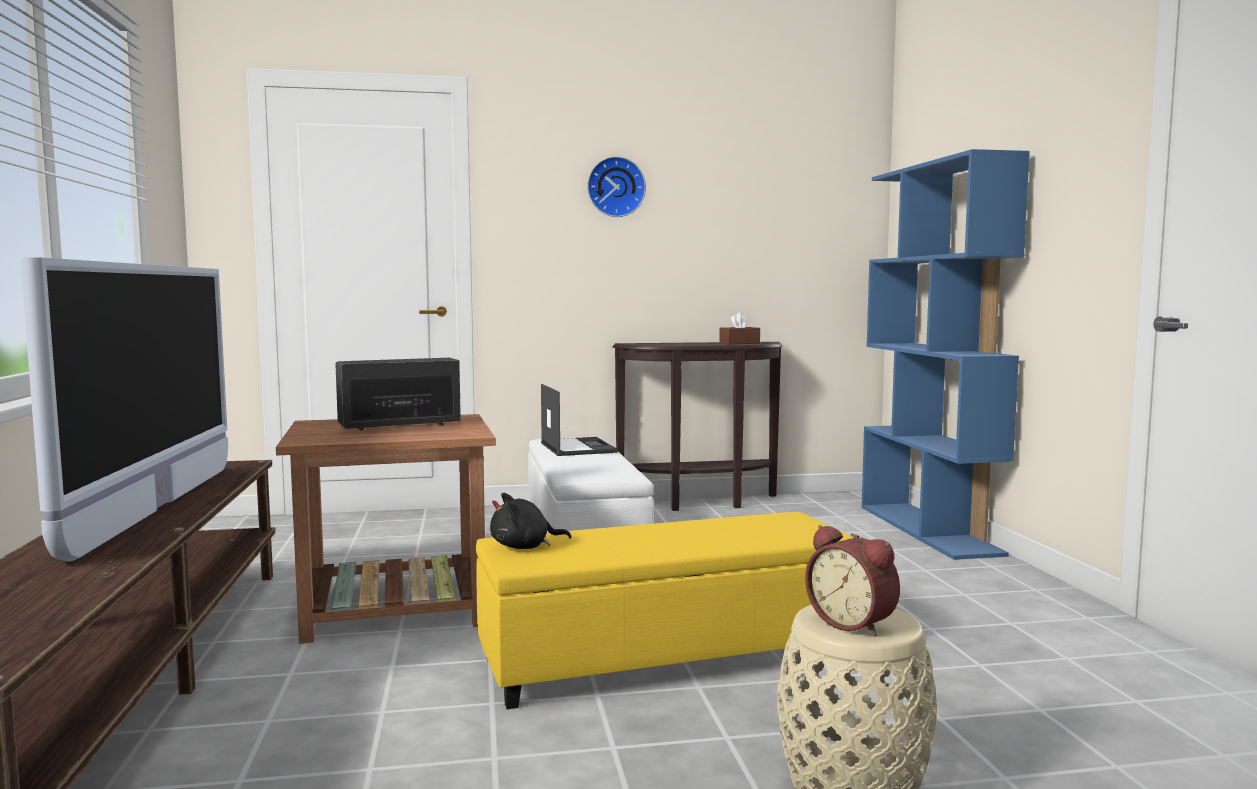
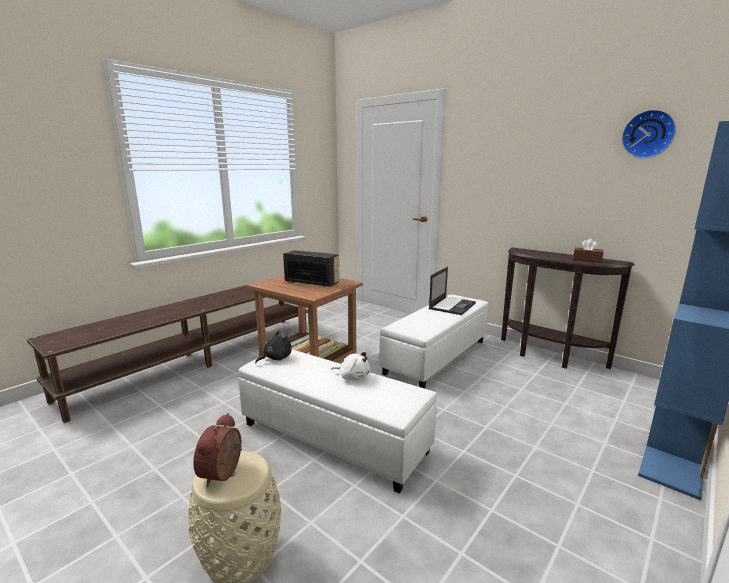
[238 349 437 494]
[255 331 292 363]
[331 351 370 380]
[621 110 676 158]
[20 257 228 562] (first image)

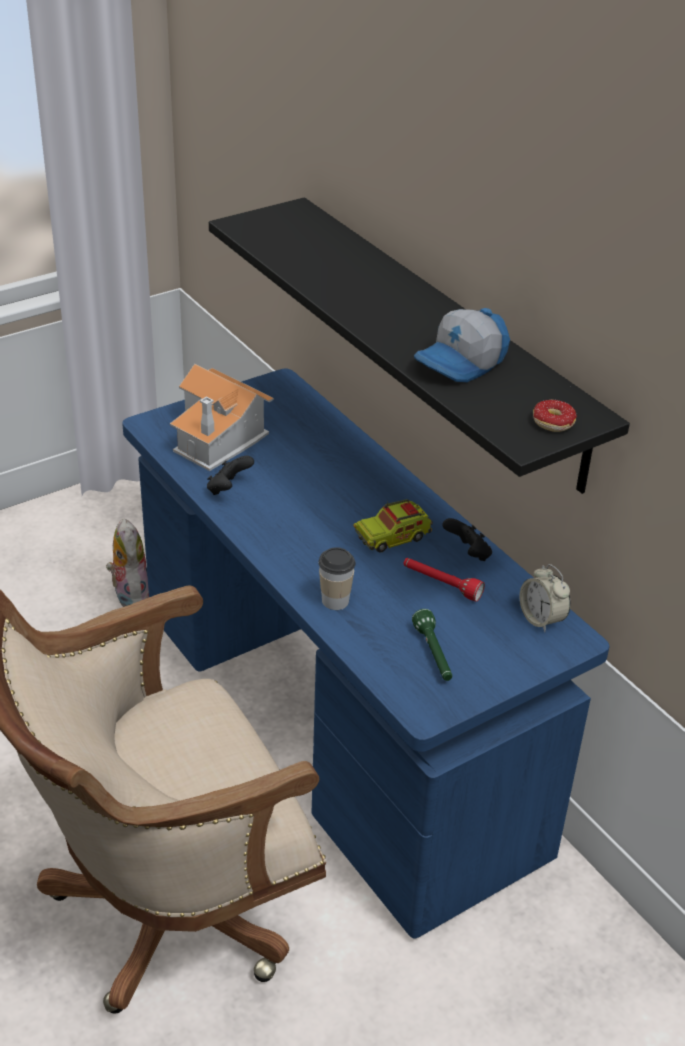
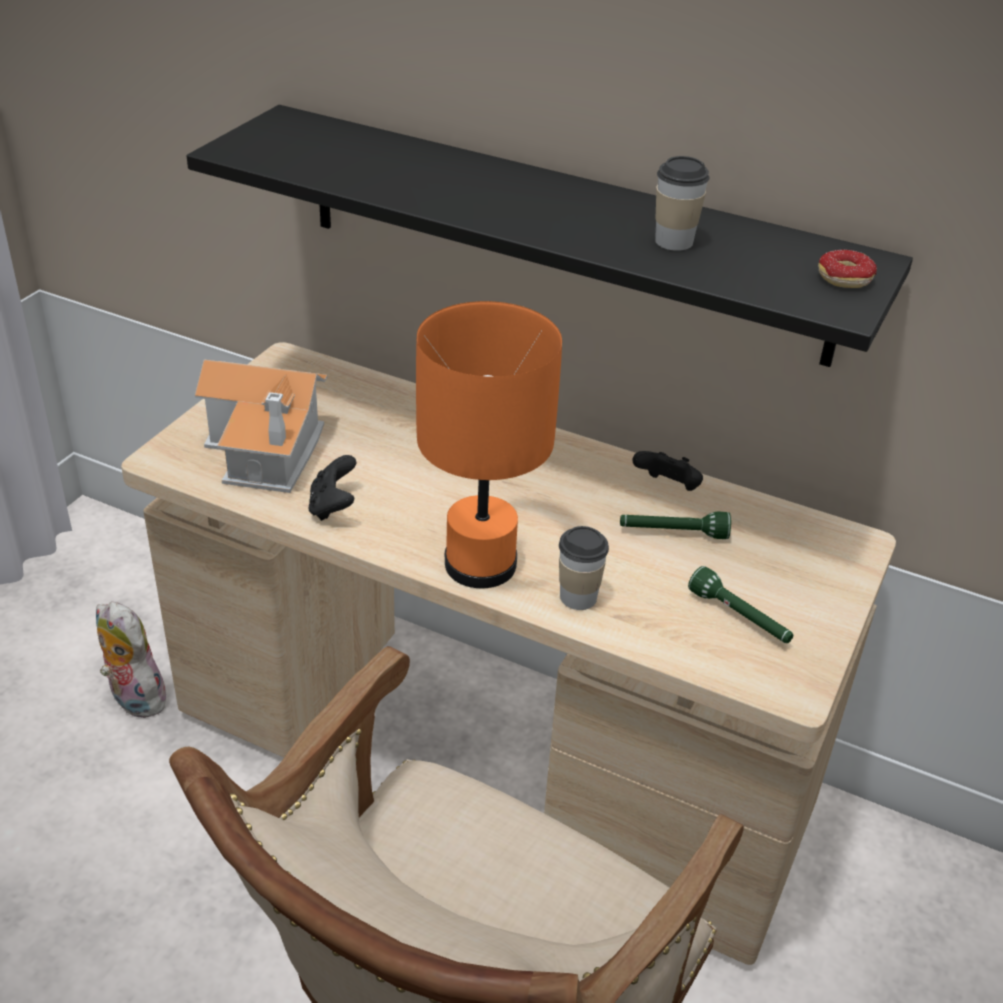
[121 342 896 965]
[416 301 562 589]
[620 512 731 539]
[655 156 709 251]
[354 499 433 553] (first image)
[520 564 571 632] (first image)

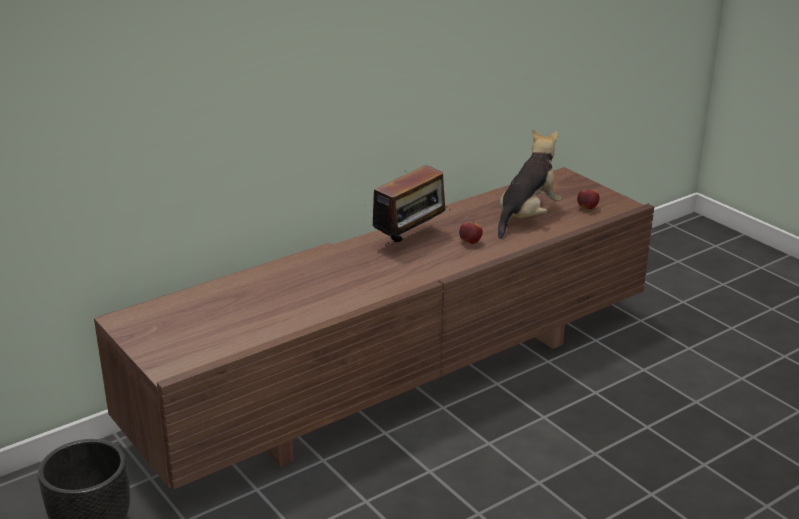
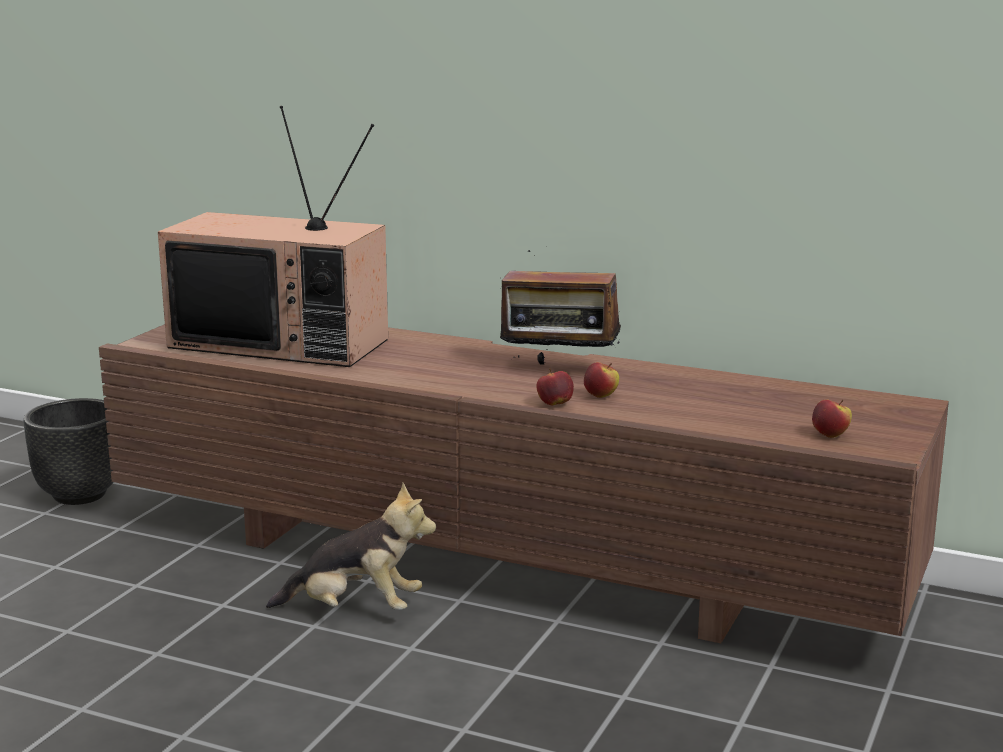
[158 106 388 367]
[266 483 436 610]
[536 368 574 405]

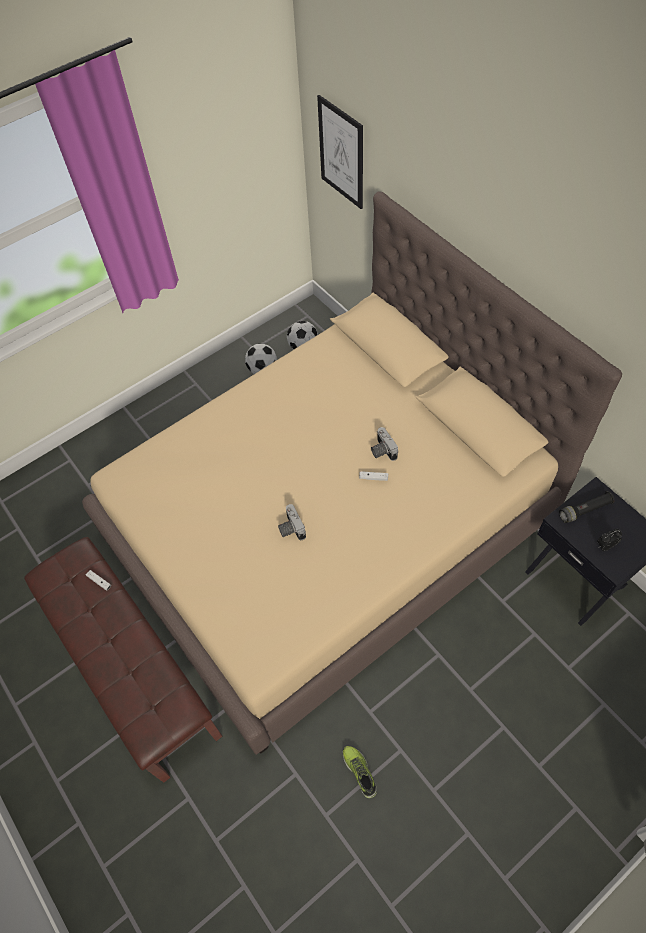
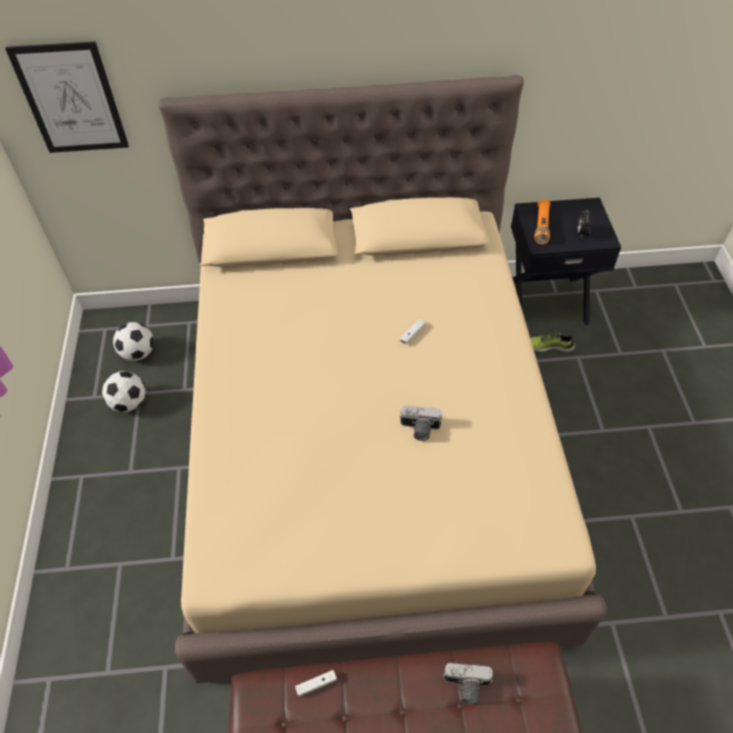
[443 663 493 704]
[530 332 575 352]
[535 199 550 244]

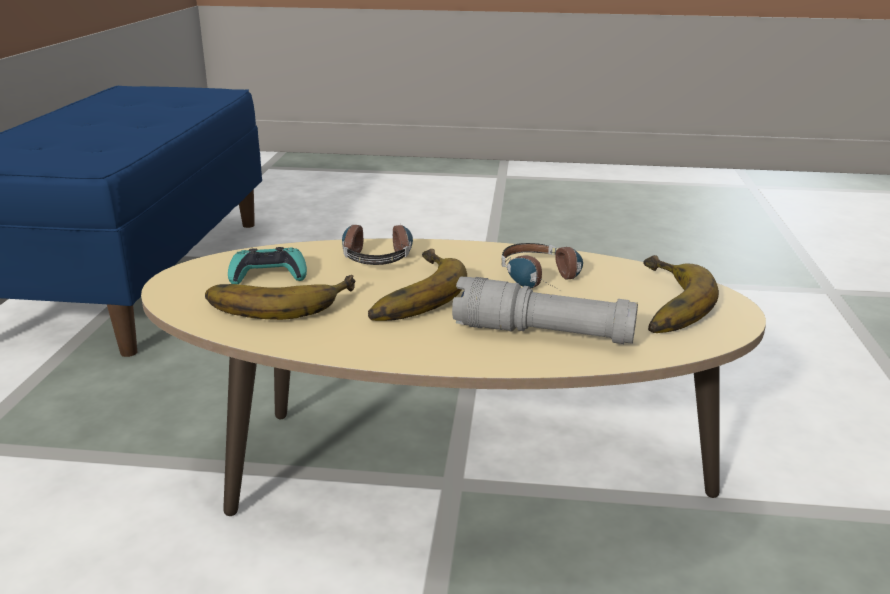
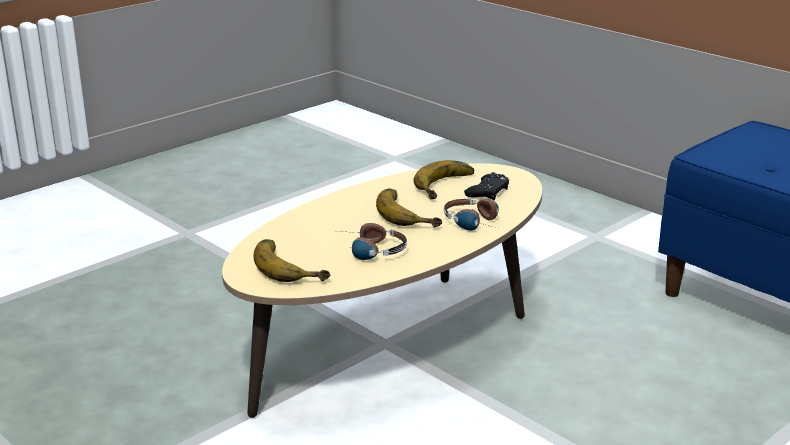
[464 172 509 200]
[452 277 638 344] (first image)

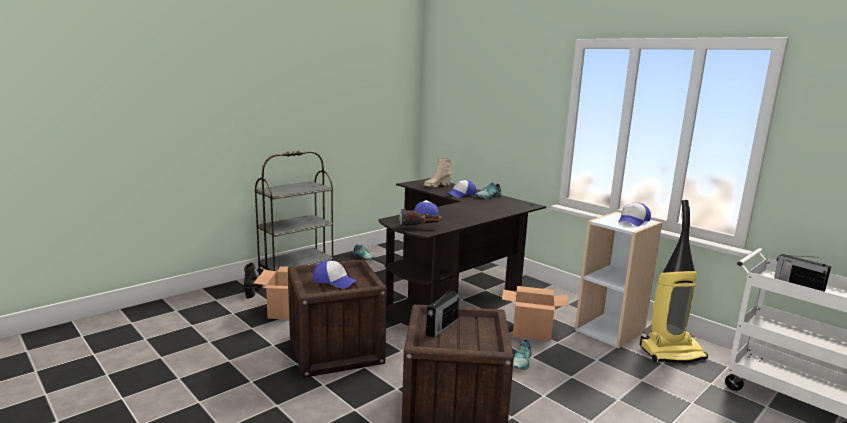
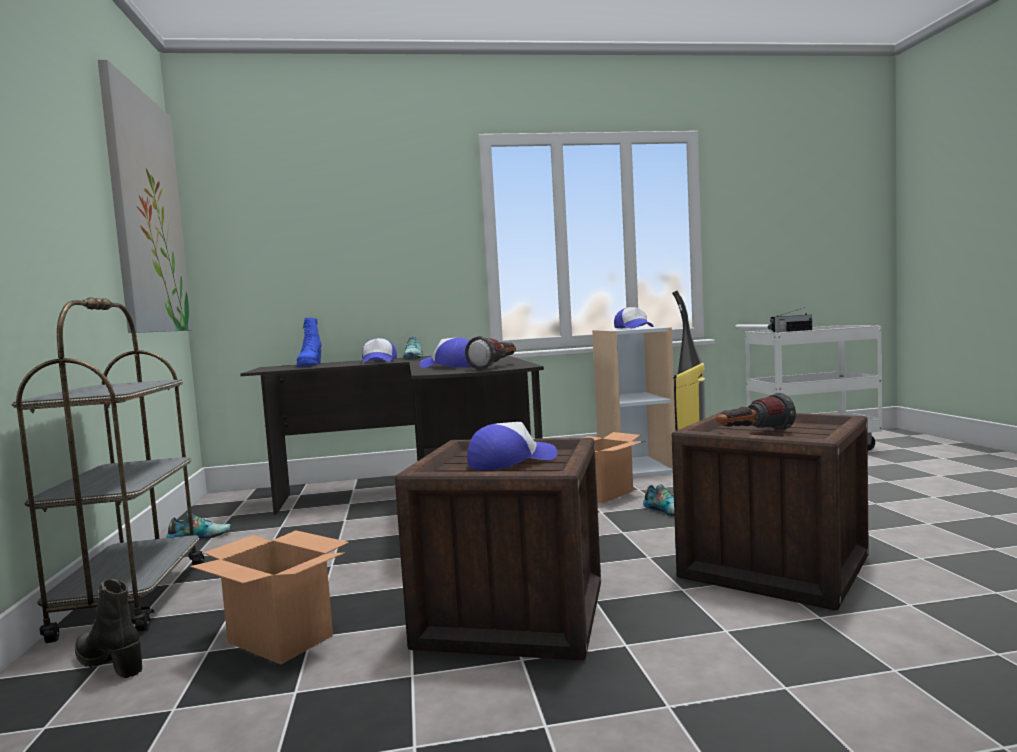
[98 60 193 333]
[297 317 322 367]
[716 393 796 431]

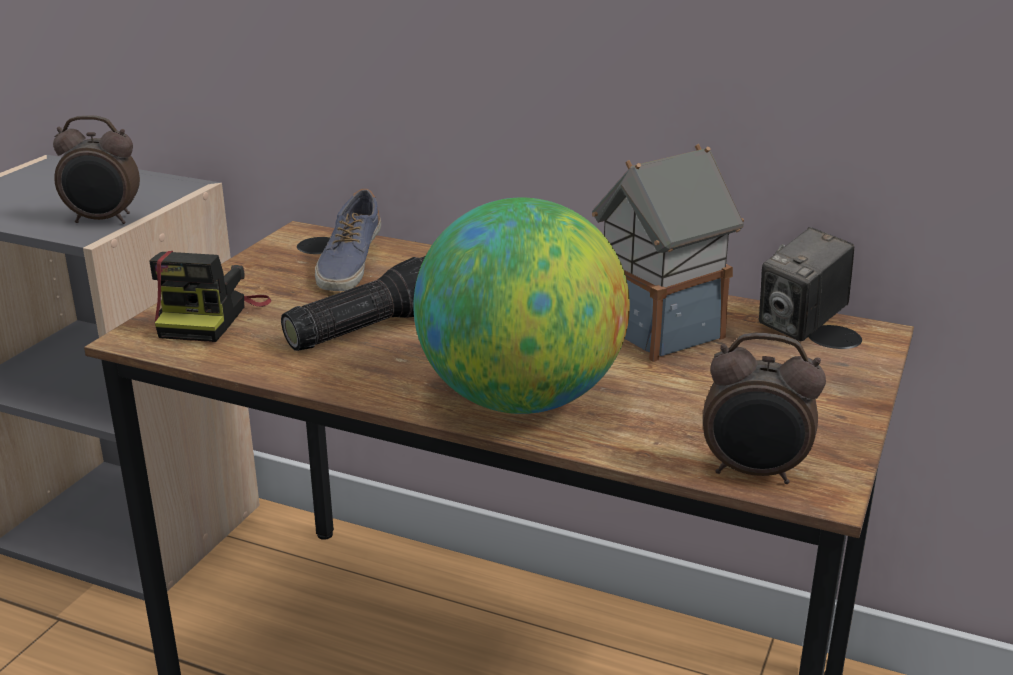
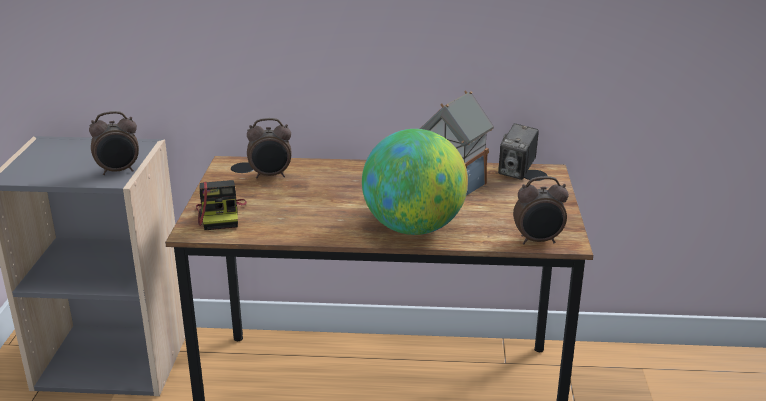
[247 118 292 178]
[281 256 425 351] (first image)

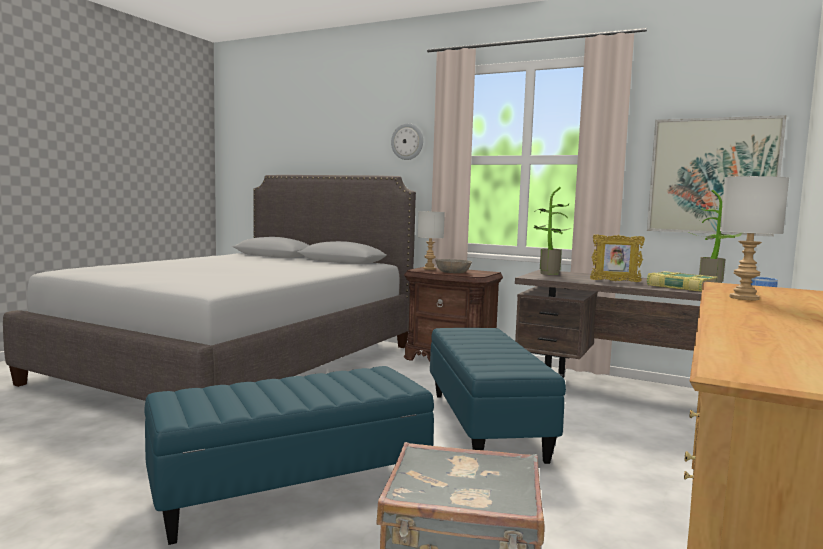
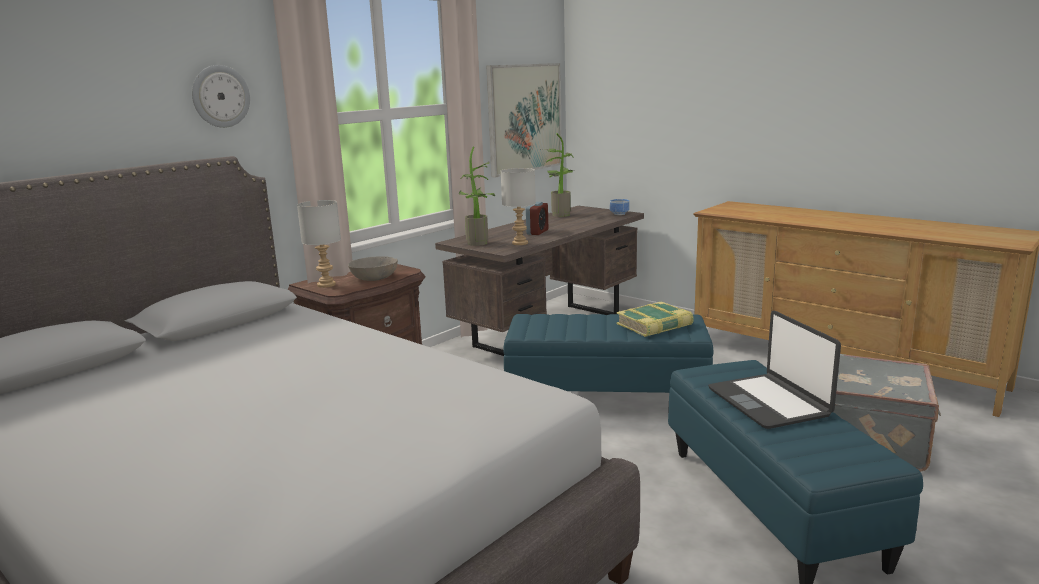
[501 168 536 245]
[526 202 548 235]
[617 301 694 337]
[708 311 841 429]

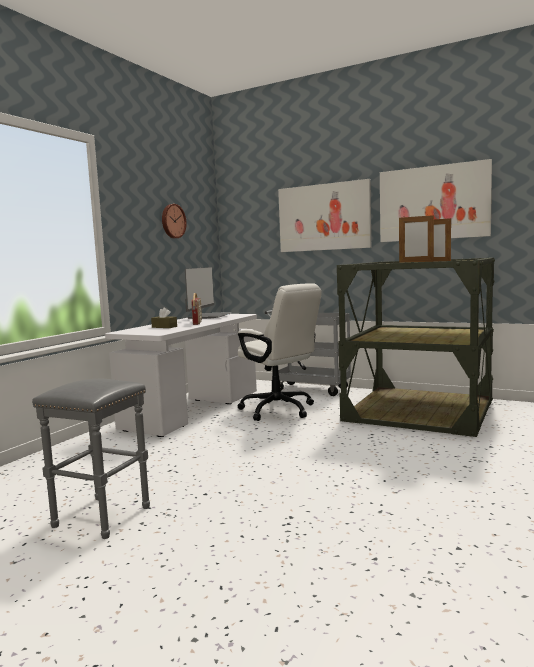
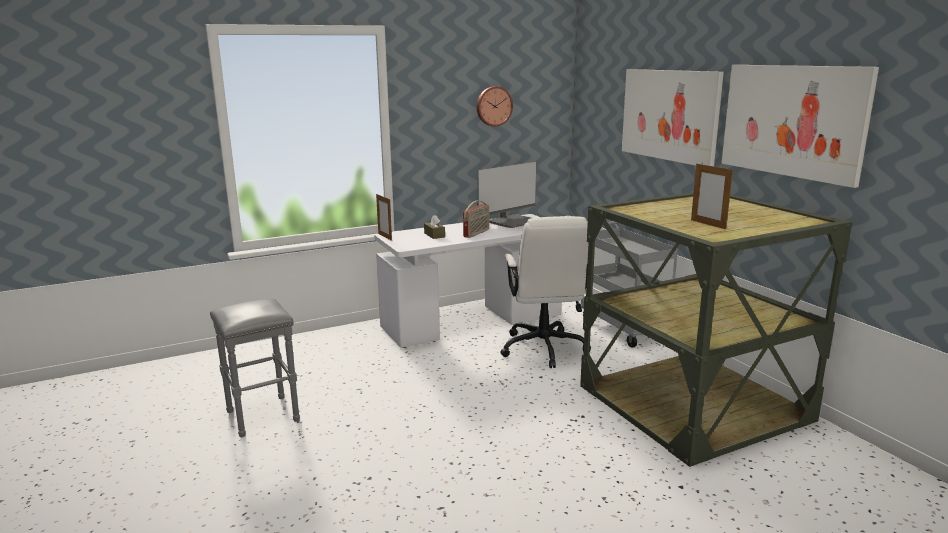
[376 194 392 241]

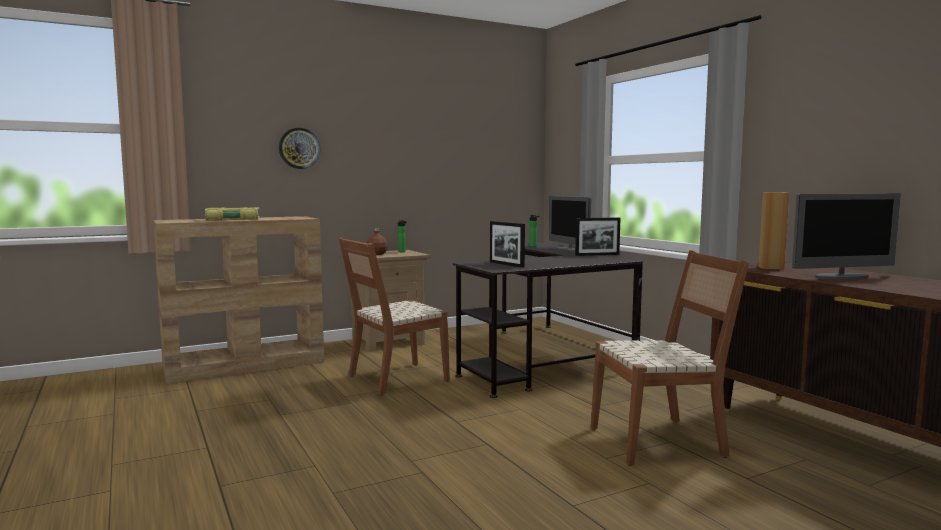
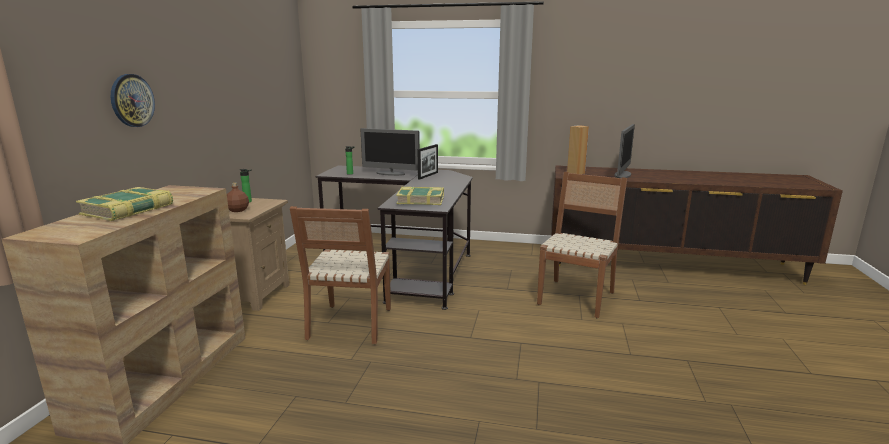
[396 187 444 205]

